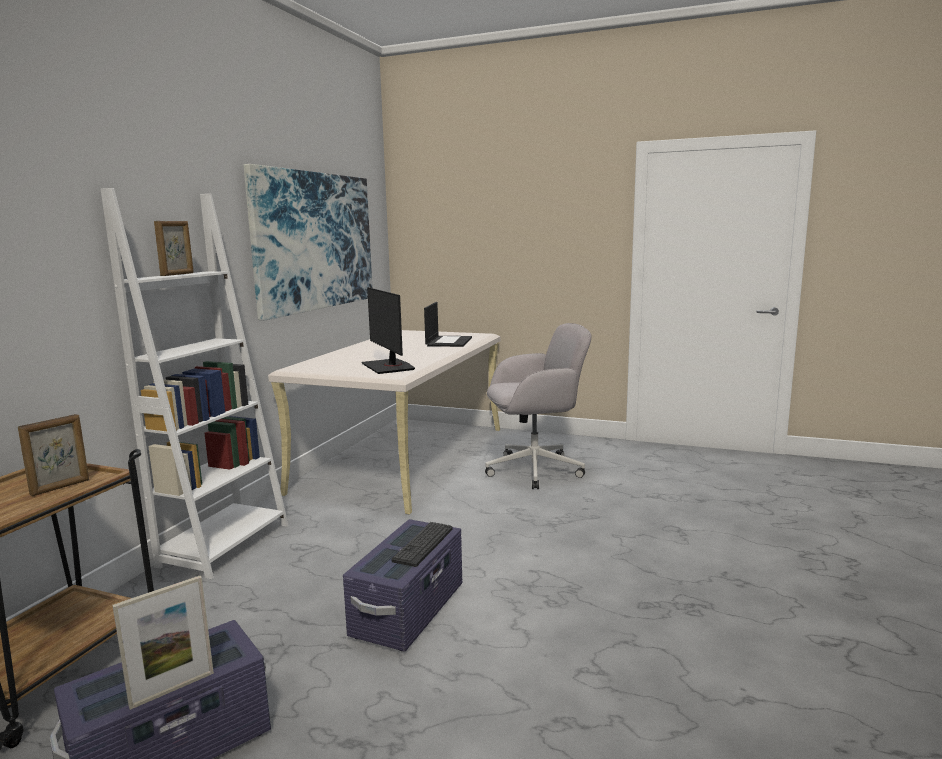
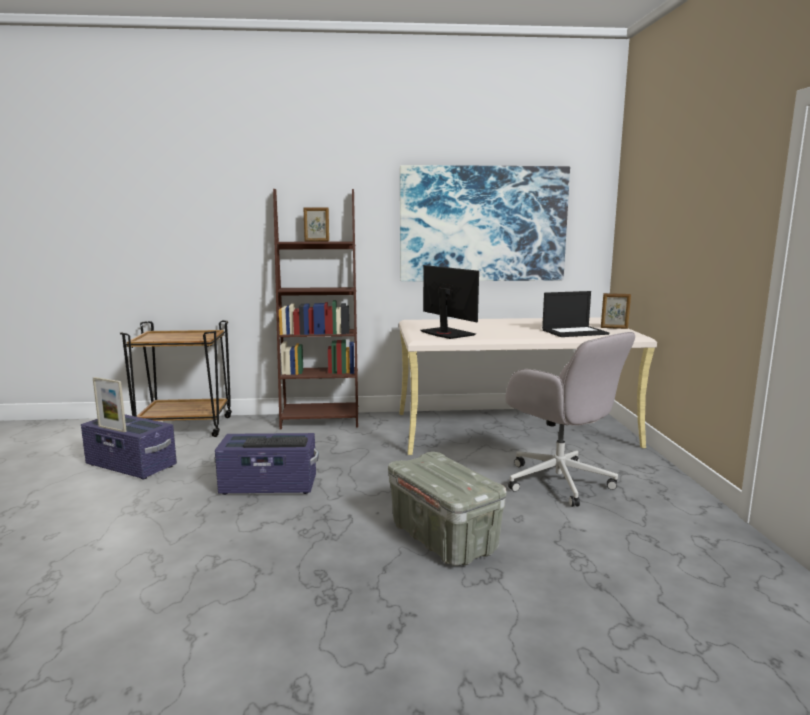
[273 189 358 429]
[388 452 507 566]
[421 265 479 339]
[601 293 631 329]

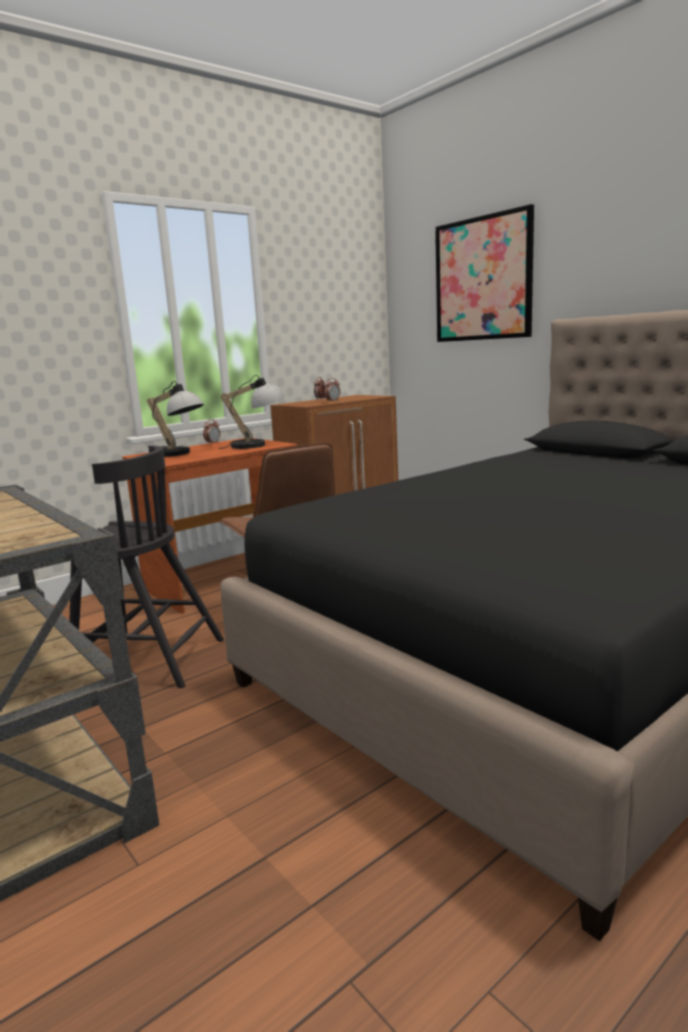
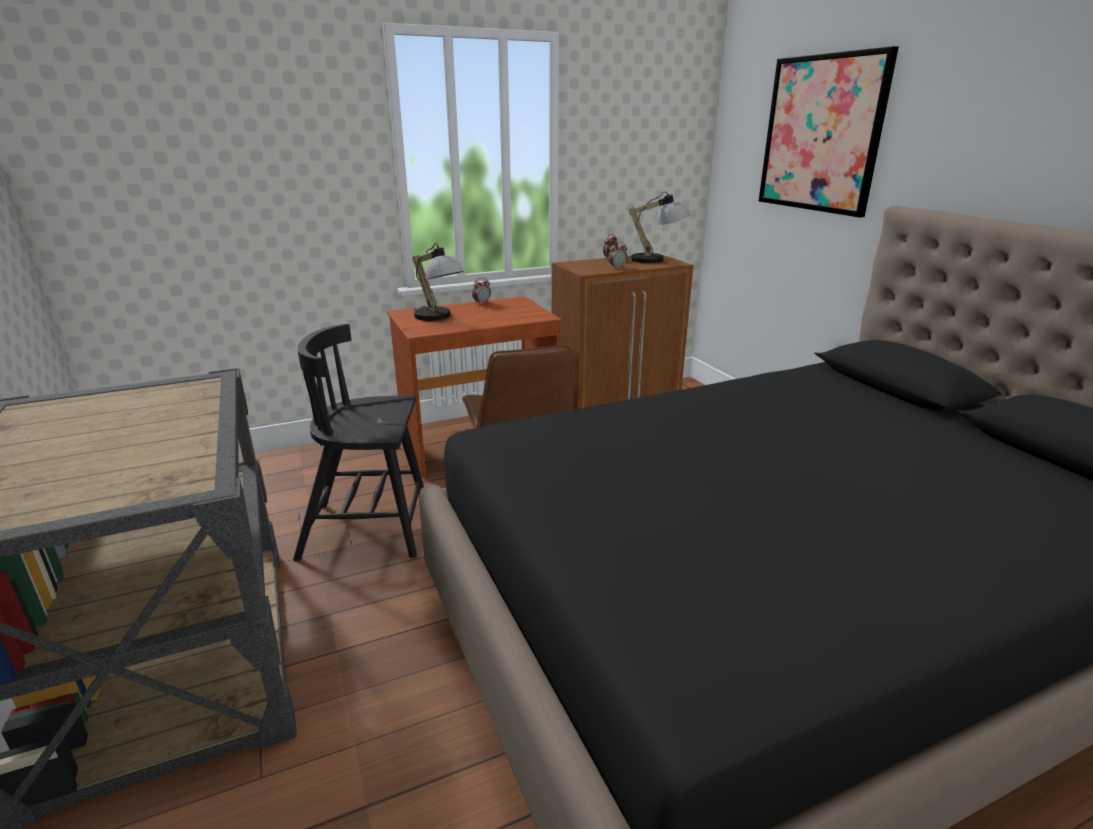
[293 324 424 561]
[627 192 690 263]

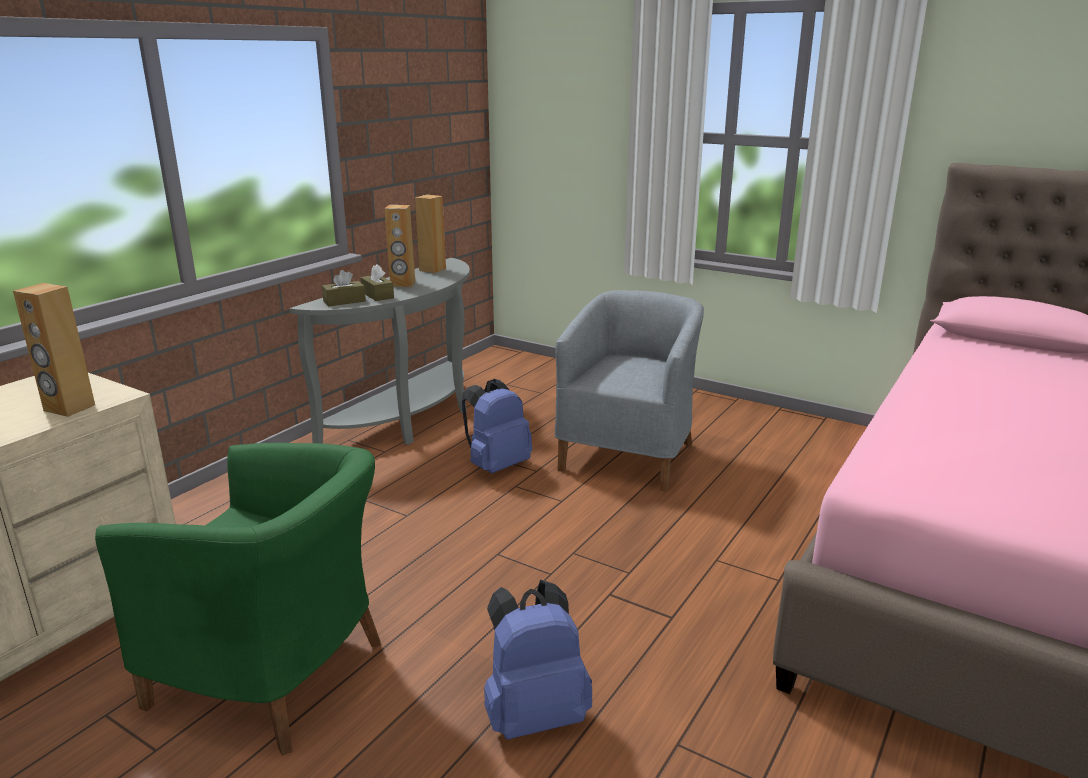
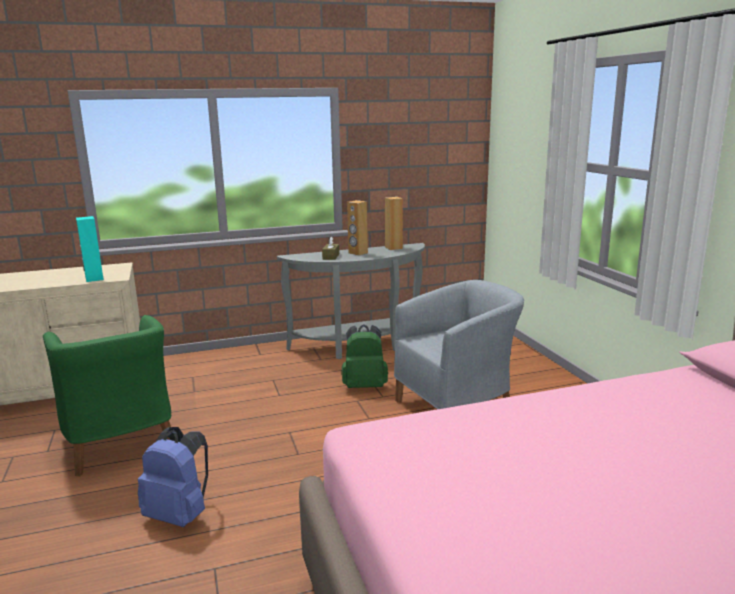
[76 216 104 282]
[341 324 388 388]
[322 270 366 306] (first image)

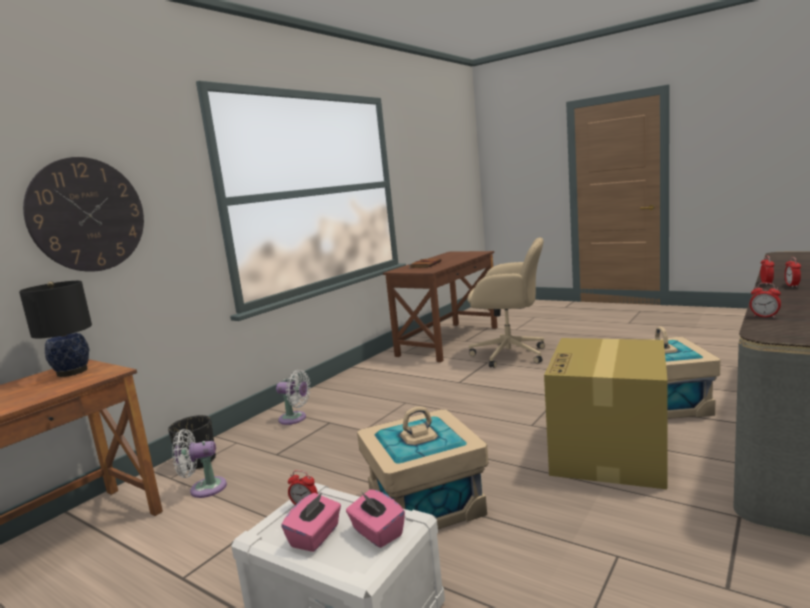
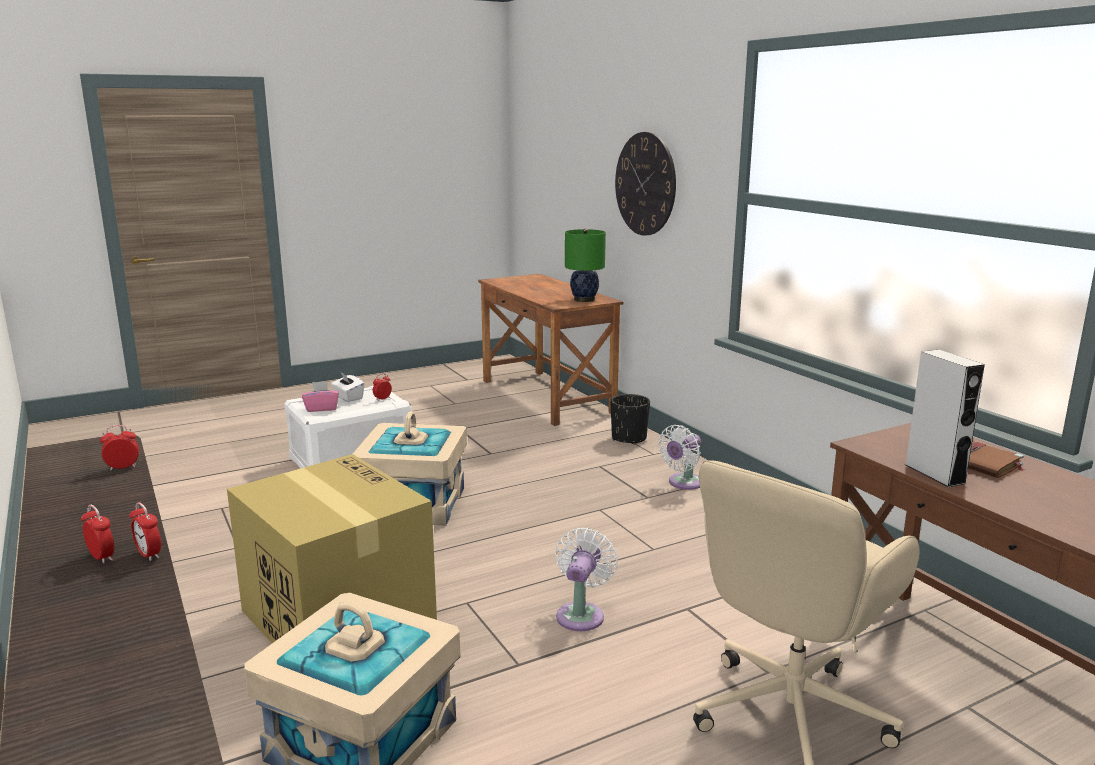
[331 373 364 402]
[555 528 618 631]
[565 229 606 302]
[905 350 985 487]

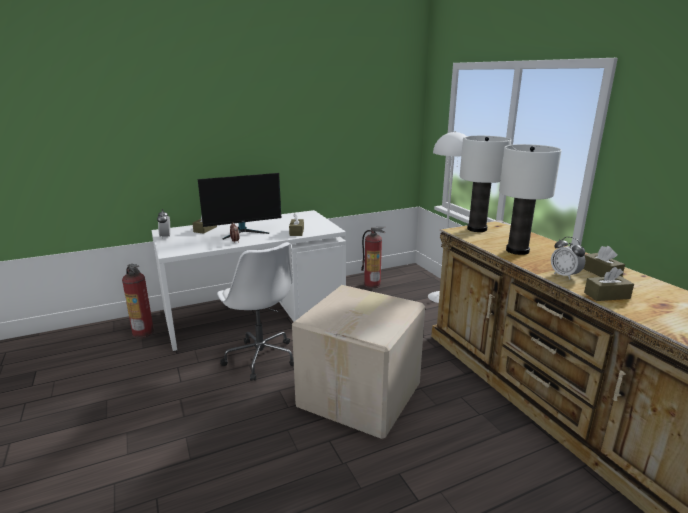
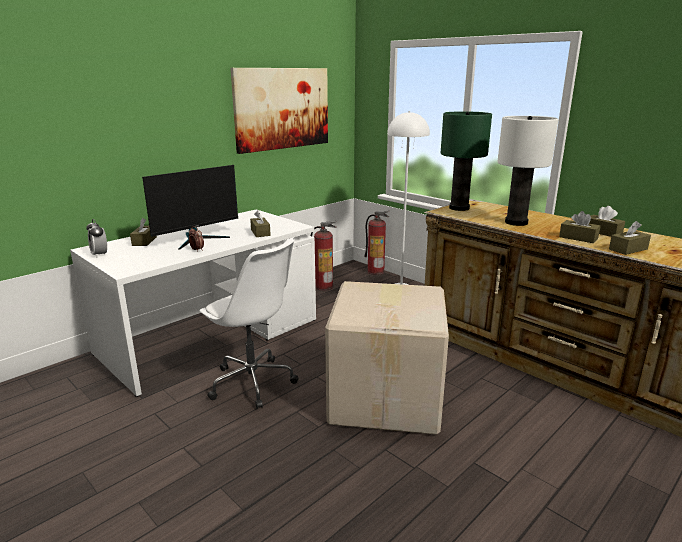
[230 68 328 154]
[364 211 389 275]
[441 111 492 211]
[559 211 600 243]

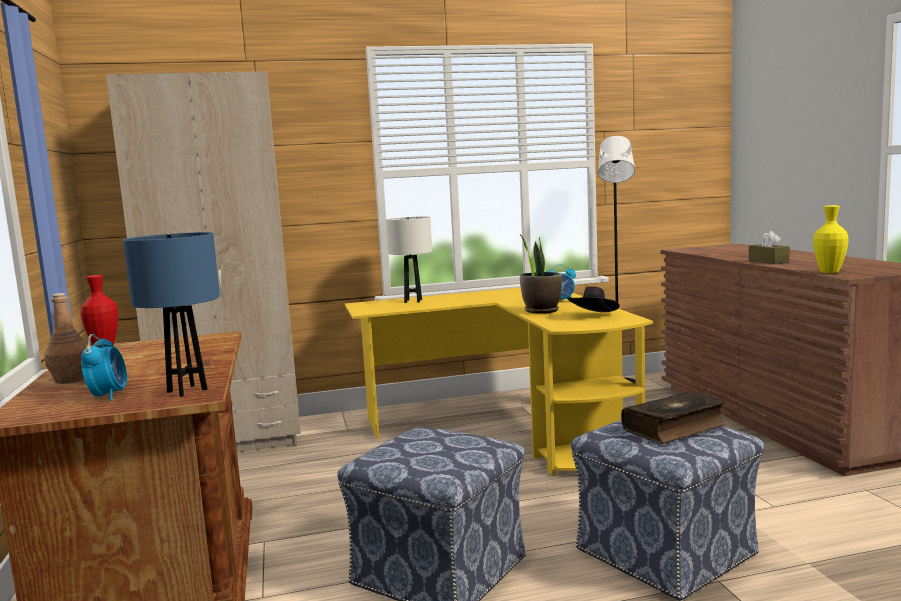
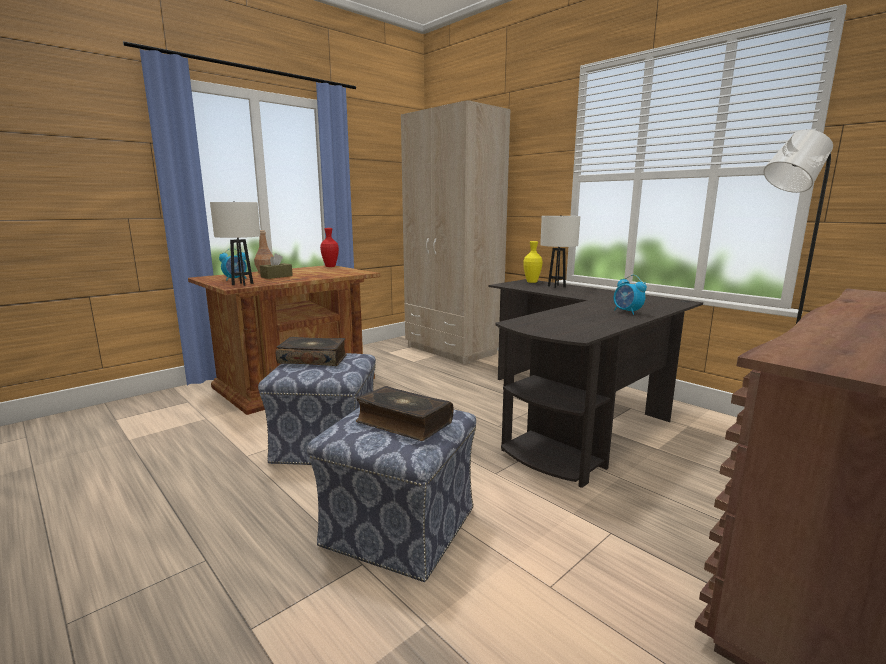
[210 201 260 286]
[260 253 293 279]
[276 337 347 366]
[489 279 703 488]
[523 241 543 283]
[519 234 562 314] (first image)
[567 287 619 312] (first image)

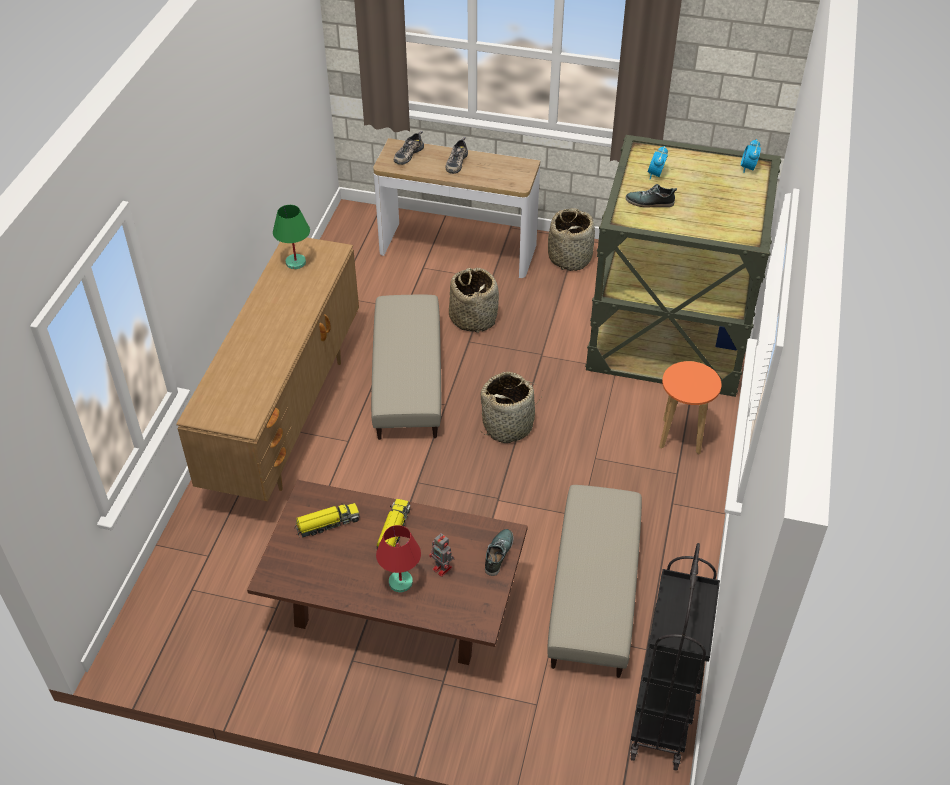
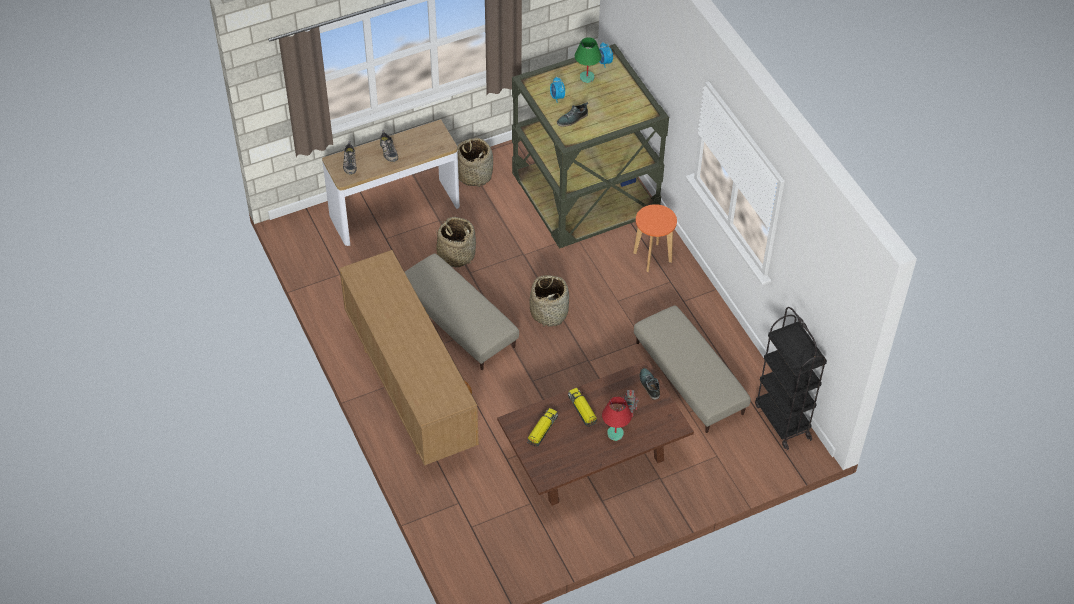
[575 37 602 83]

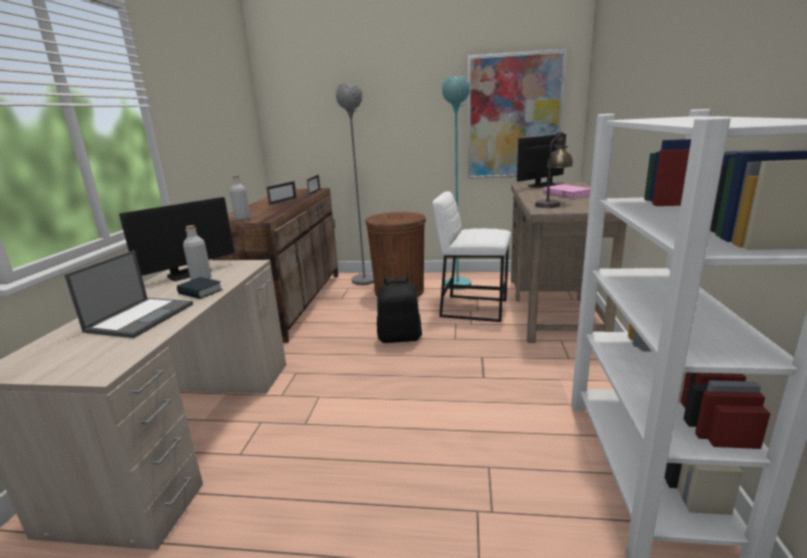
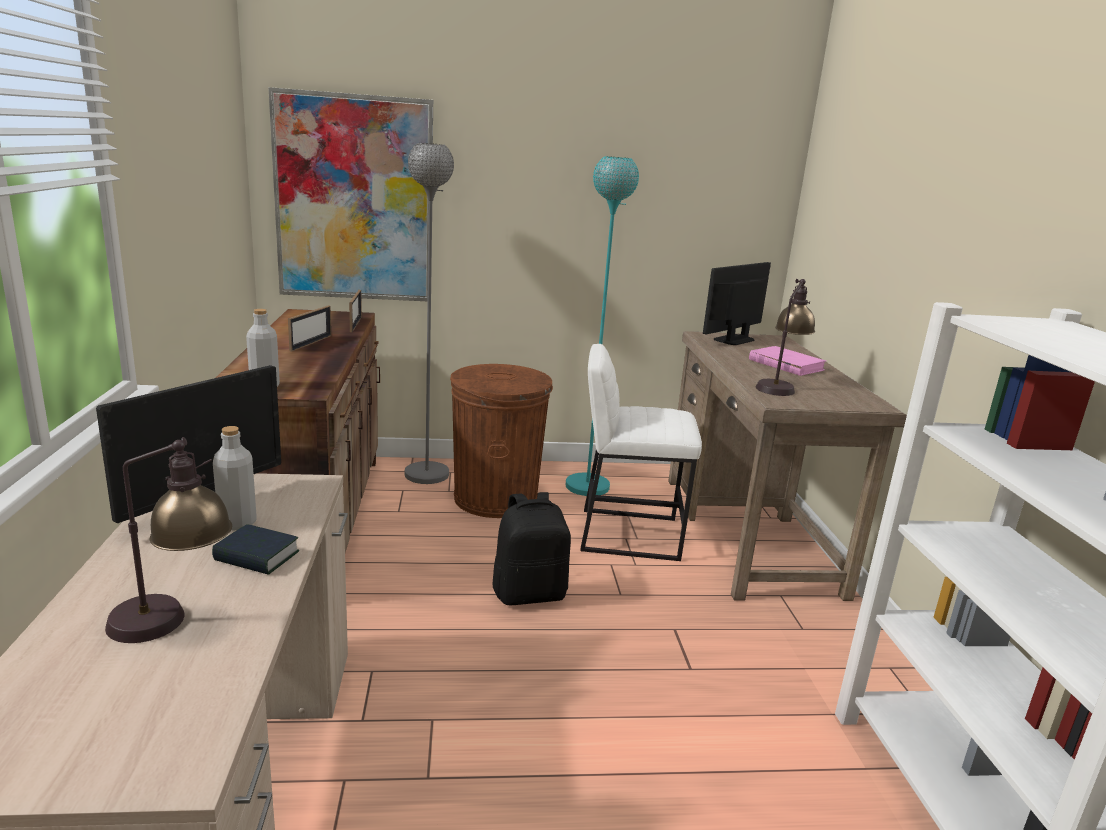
[105 437 232 643]
[268 87 433 301]

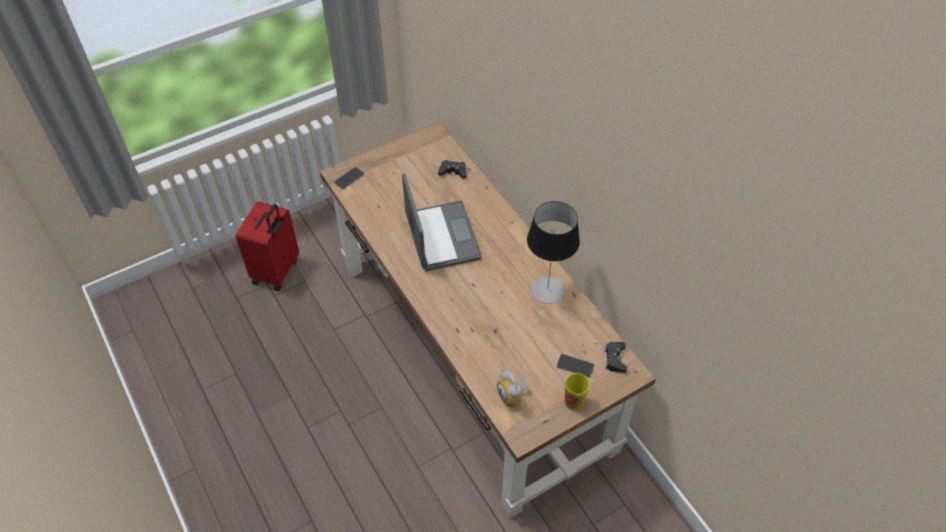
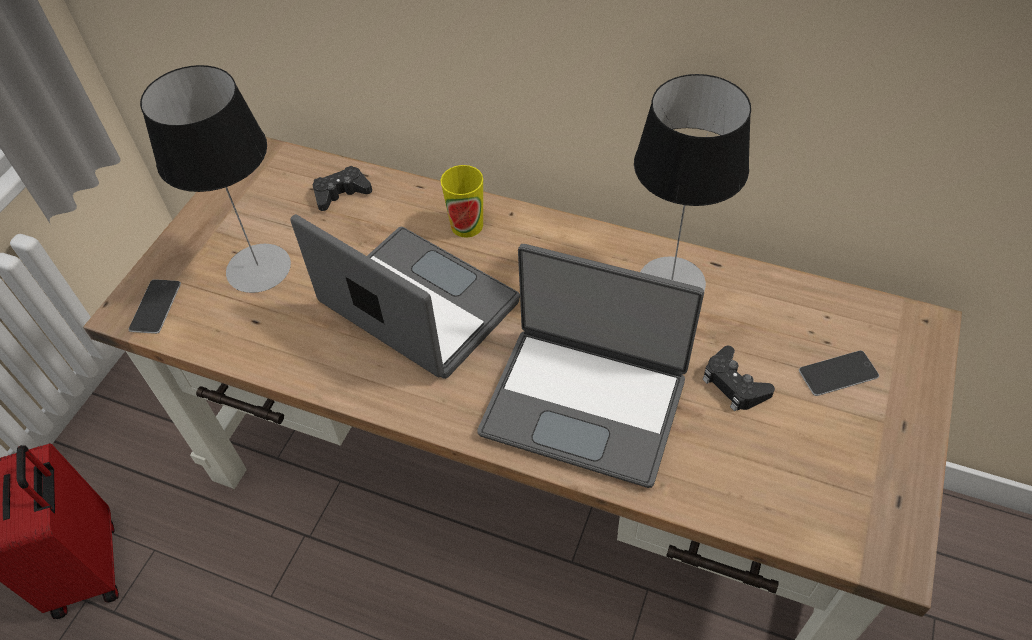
[140 65 291 293]
[441 165 483 238]
[477 244 704 488]
[703 346 775 411]
[497 369 527 408] (first image)

